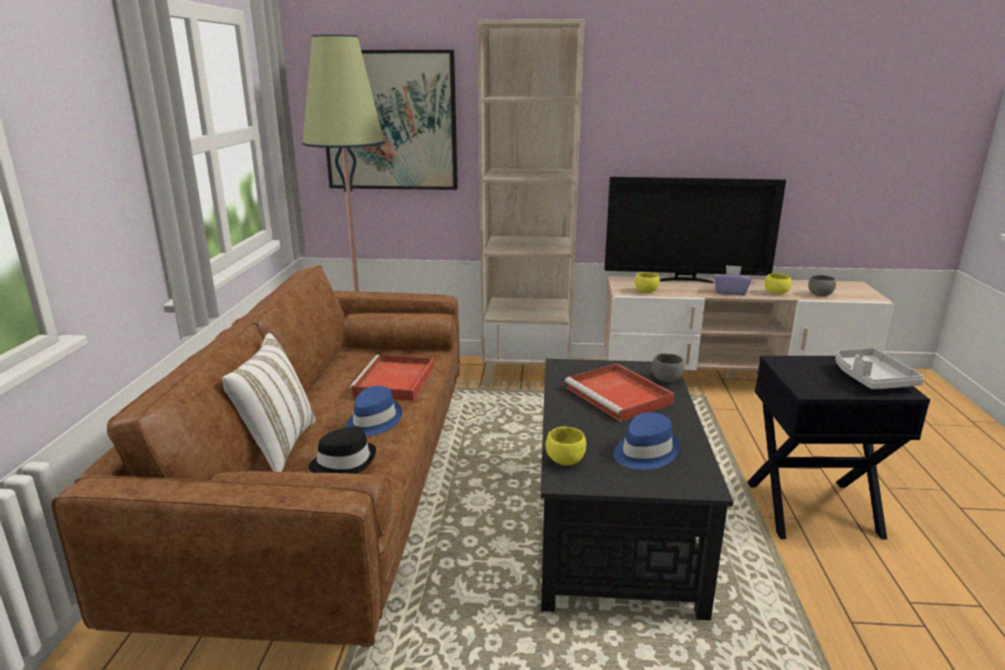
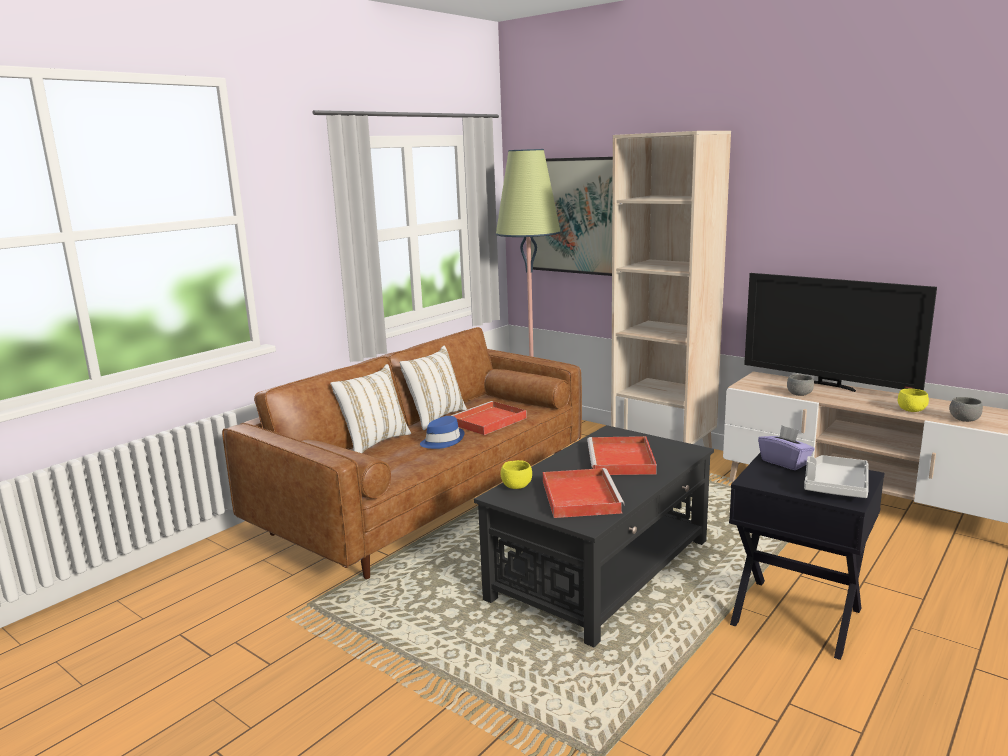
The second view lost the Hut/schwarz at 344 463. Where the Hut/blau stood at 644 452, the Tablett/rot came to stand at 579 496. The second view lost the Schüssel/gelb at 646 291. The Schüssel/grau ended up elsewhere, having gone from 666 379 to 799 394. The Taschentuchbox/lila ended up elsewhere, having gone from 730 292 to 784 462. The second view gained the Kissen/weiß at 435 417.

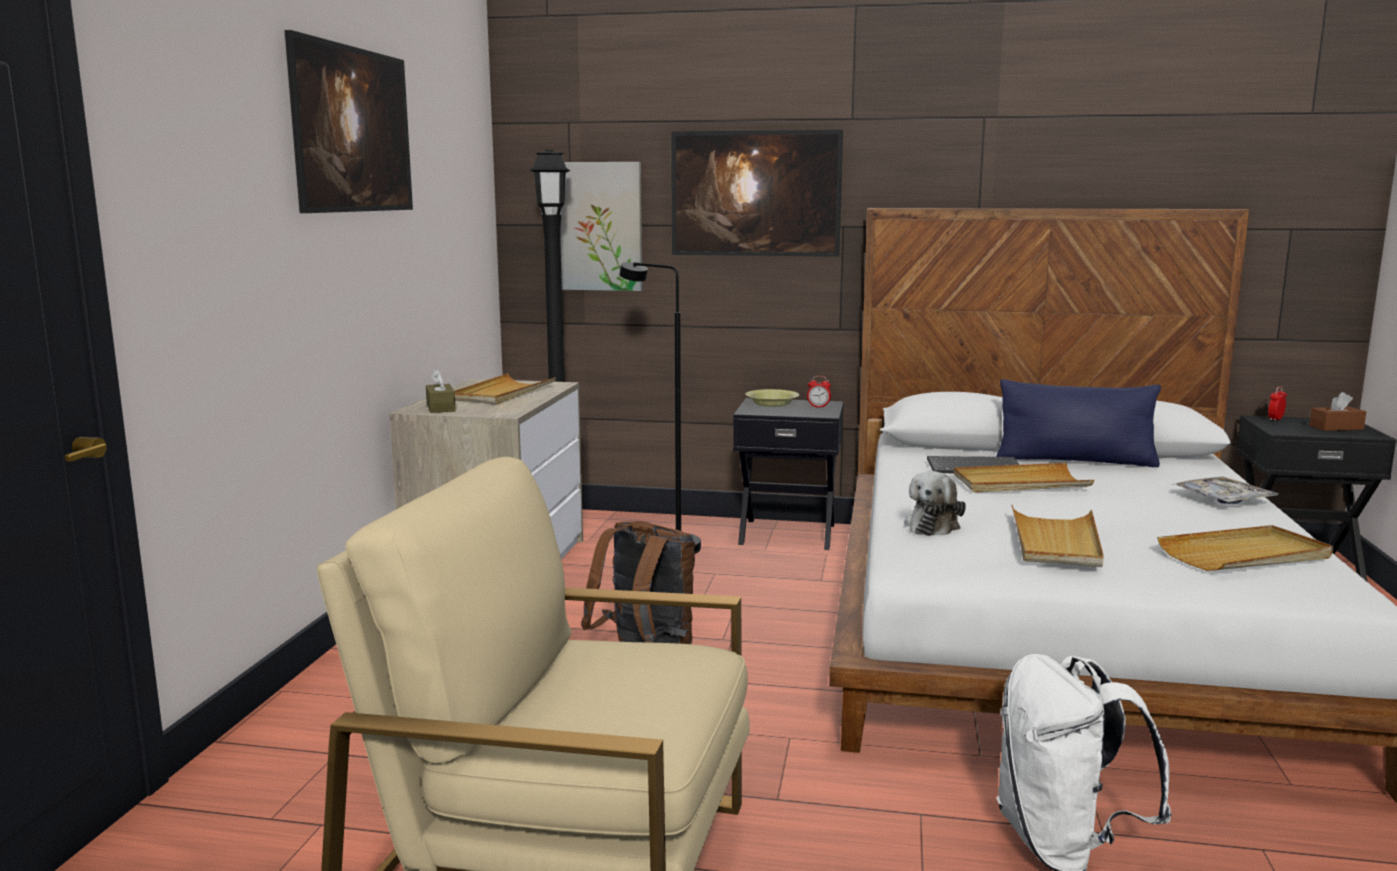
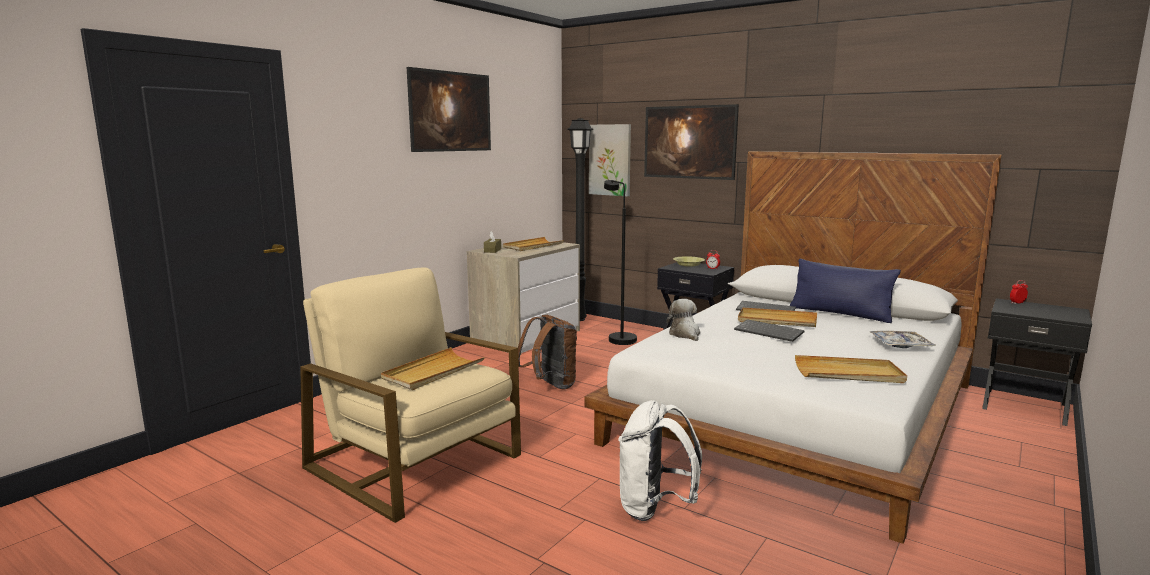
The Plüschtier at 933 526 ended up facing another way, 120 degrees clockwise from before. The Tablett/beige ended up elsewhere, having gone from 1056 541 to 433 372. The second view lost the Taschentuchbox/braun at 1336 427. The second view gained the Tastatur at 770 332.

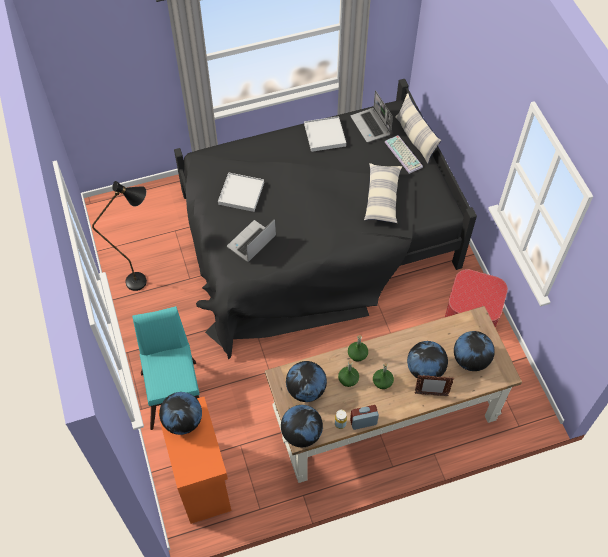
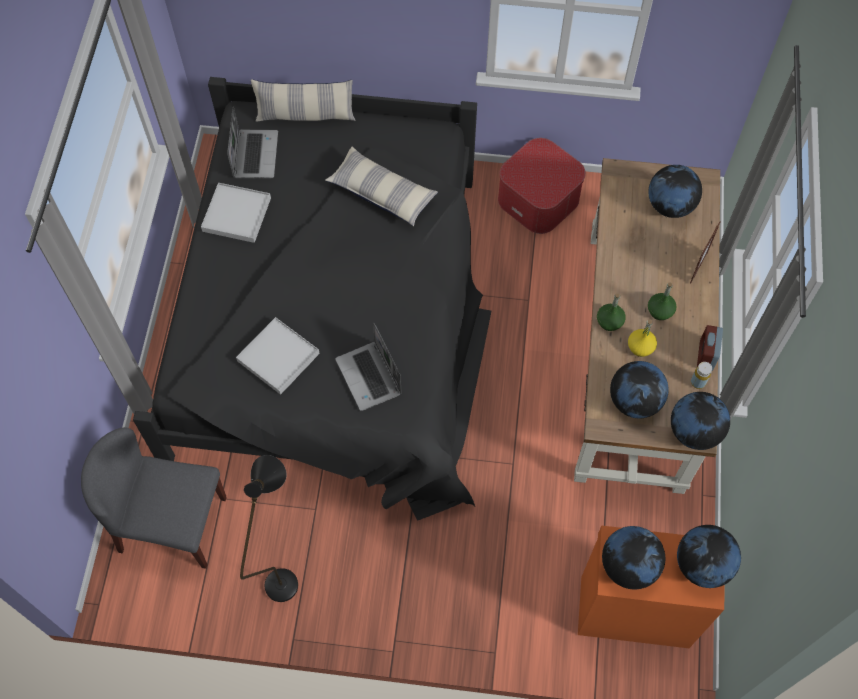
The second view lost the Stuhl/türkis at 174 389. What was the Flasche/grün at 348 379 turned into the Flasche/gelb at 640 347. The Laptop at 371 126 ended up facing another way, 90 degrees counterclockwise from before. The second view lost the Tastatur at 404 154. The Globus ended up elsewhere, having gone from 425 369 to 702 565. The second view gained the Stuhl/grau at 172 524.

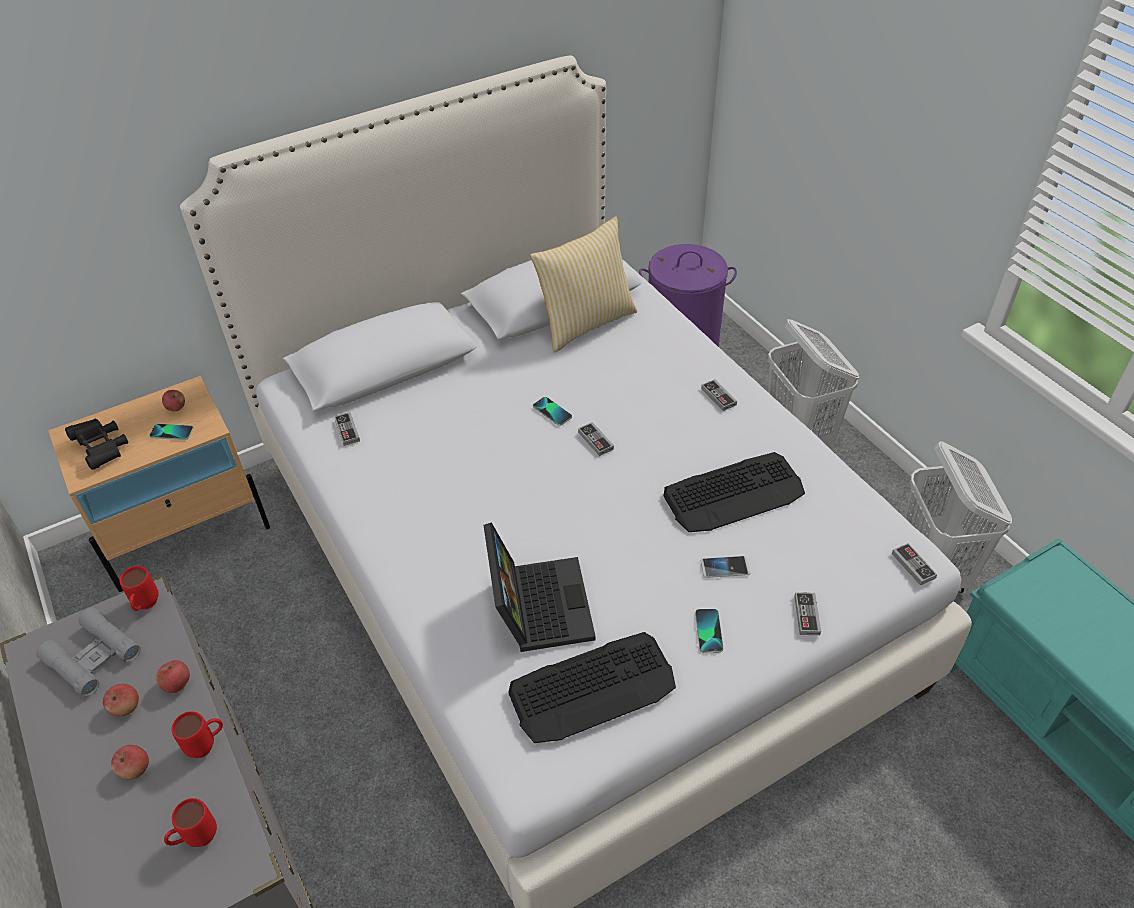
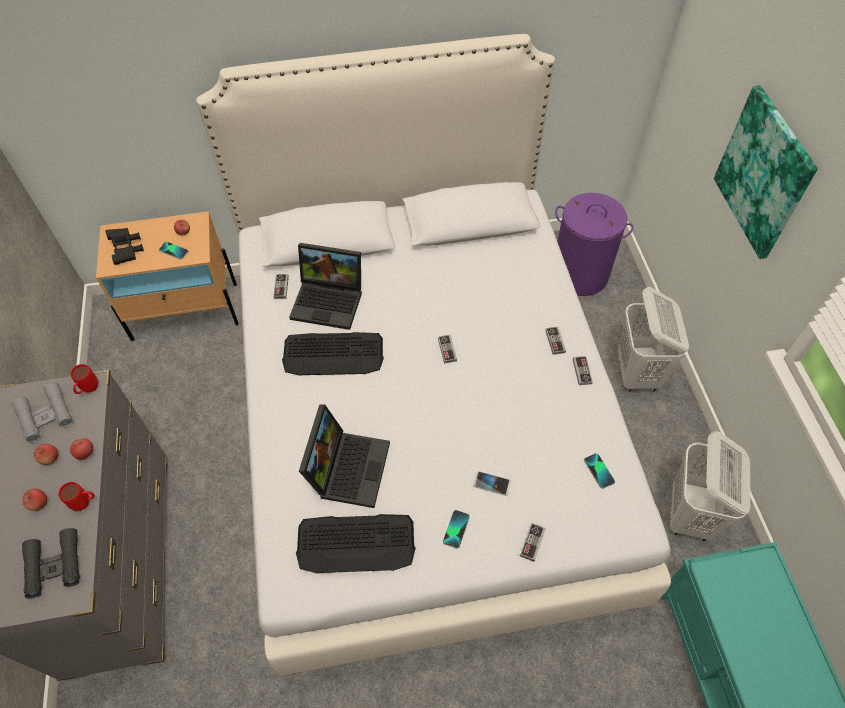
Where the Henkelbecher/rot stood at 196 839, the Fernglas/schwarz came to stand at 54 565. The second view lost the Kissen at 585 323. The Handy ended up elsewhere, having gone from 552 412 to 599 471. The Tastatur ended up elsewhere, having gone from 734 493 to 333 354. The Gamepad ended up elsewhere, having gone from 913 565 to 582 371. The second view gained the Laptop at 330 300. The second view gained the Bild at 764 173.

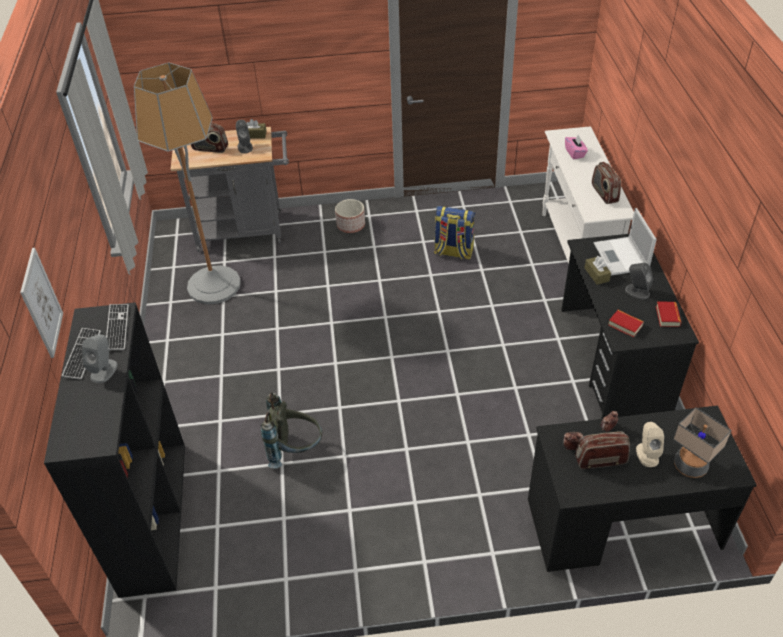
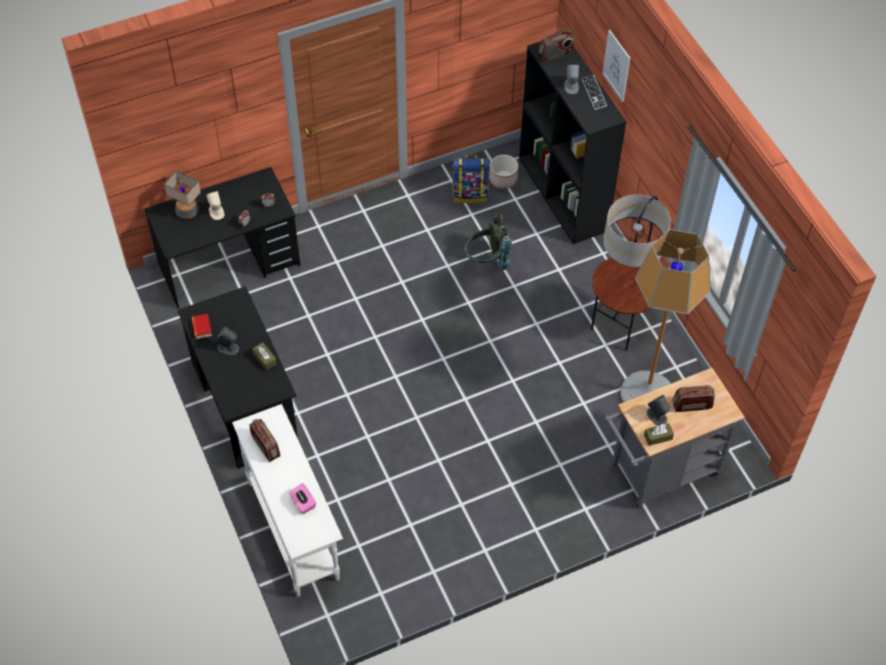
The second view lost the Tastatur at 117 328. The Pflanzkübel ended up elsewhere, having gone from 350 225 to 503 179. The Rucksack ended up elsewhere, having gone from 453 252 to 470 194. The Radio ended up elsewhere, having gone from 600 460 to 556 54. The second view lost the Laptop at 621 257. The second view lost the Buch at 625 325. The second view gained the Stehlampe at 620 325.

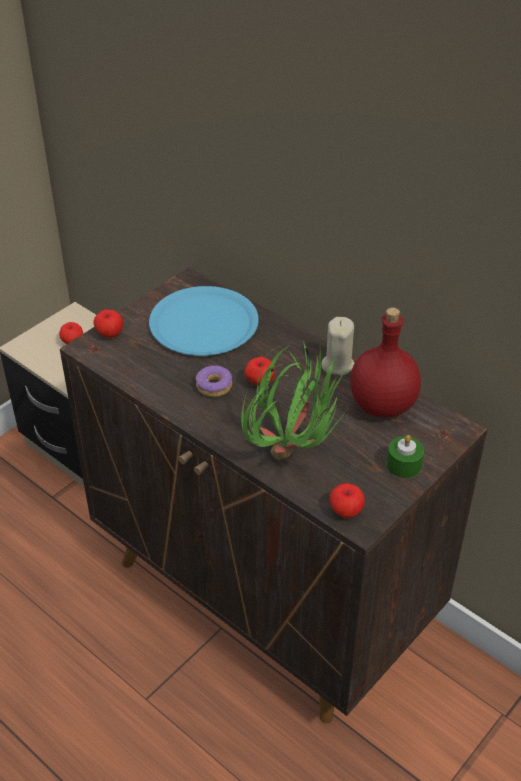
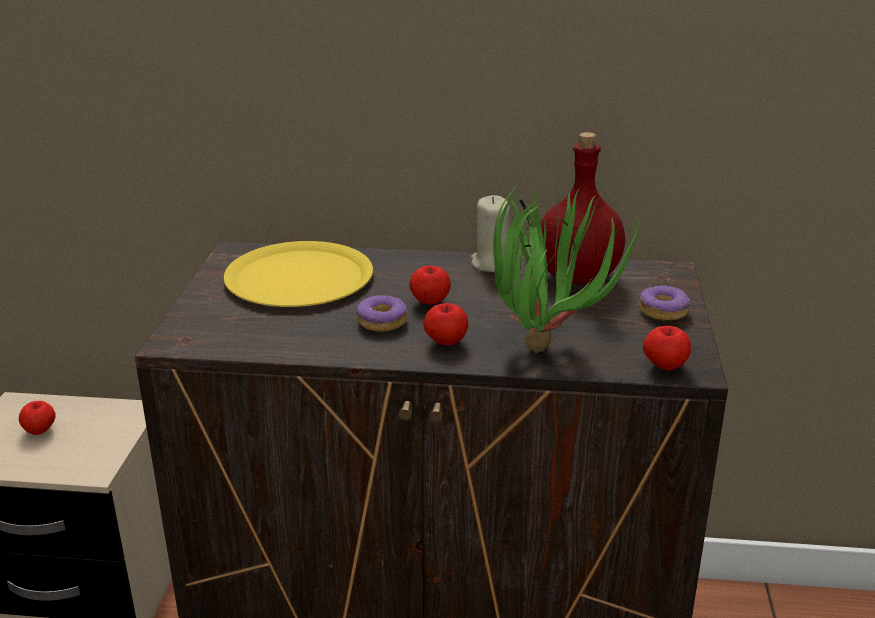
The Apfel ended up elsewhere, having gone from 109 334 to 446 342. What was the Teller/blau at 204 323 turned into the Teller/gelb at 299 277. Where the Kerze/grün stood at 404 465, the Donut came to stand at 663 311.

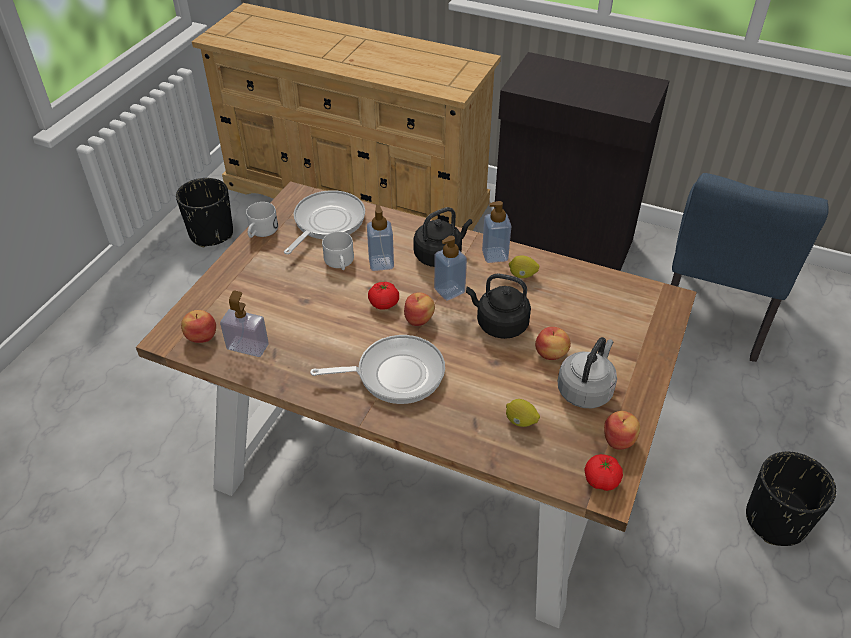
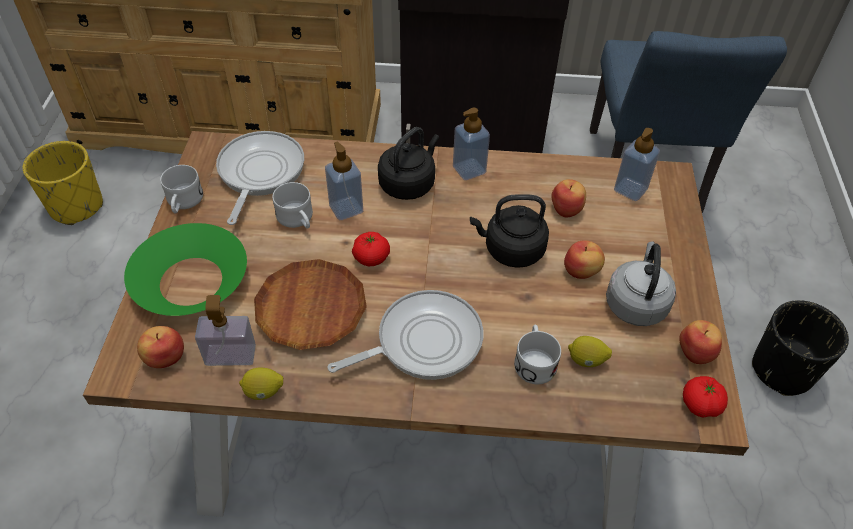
What was the Pflanzkübel/schwarz at 211 234 turned into the Pflanzkübel/gelb at 76 206. The Apfel ended up elsewhere, having gone from 419 319 to 567 209. The Seifenspender ended up elsewhere, having gone from 449 290 to 630 189. The Zitrone ended up elsewhere, having gone from 522 275 to 263 392. The second view gained the Schüssel/grün at 191 280. The second view gained the Teller/braun at 311 308. The second view gained the Henkelbecher/weiß at 534 361.

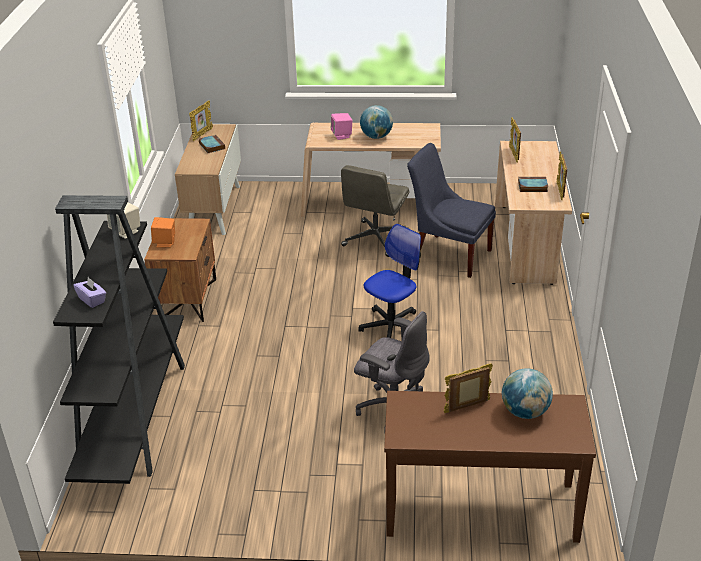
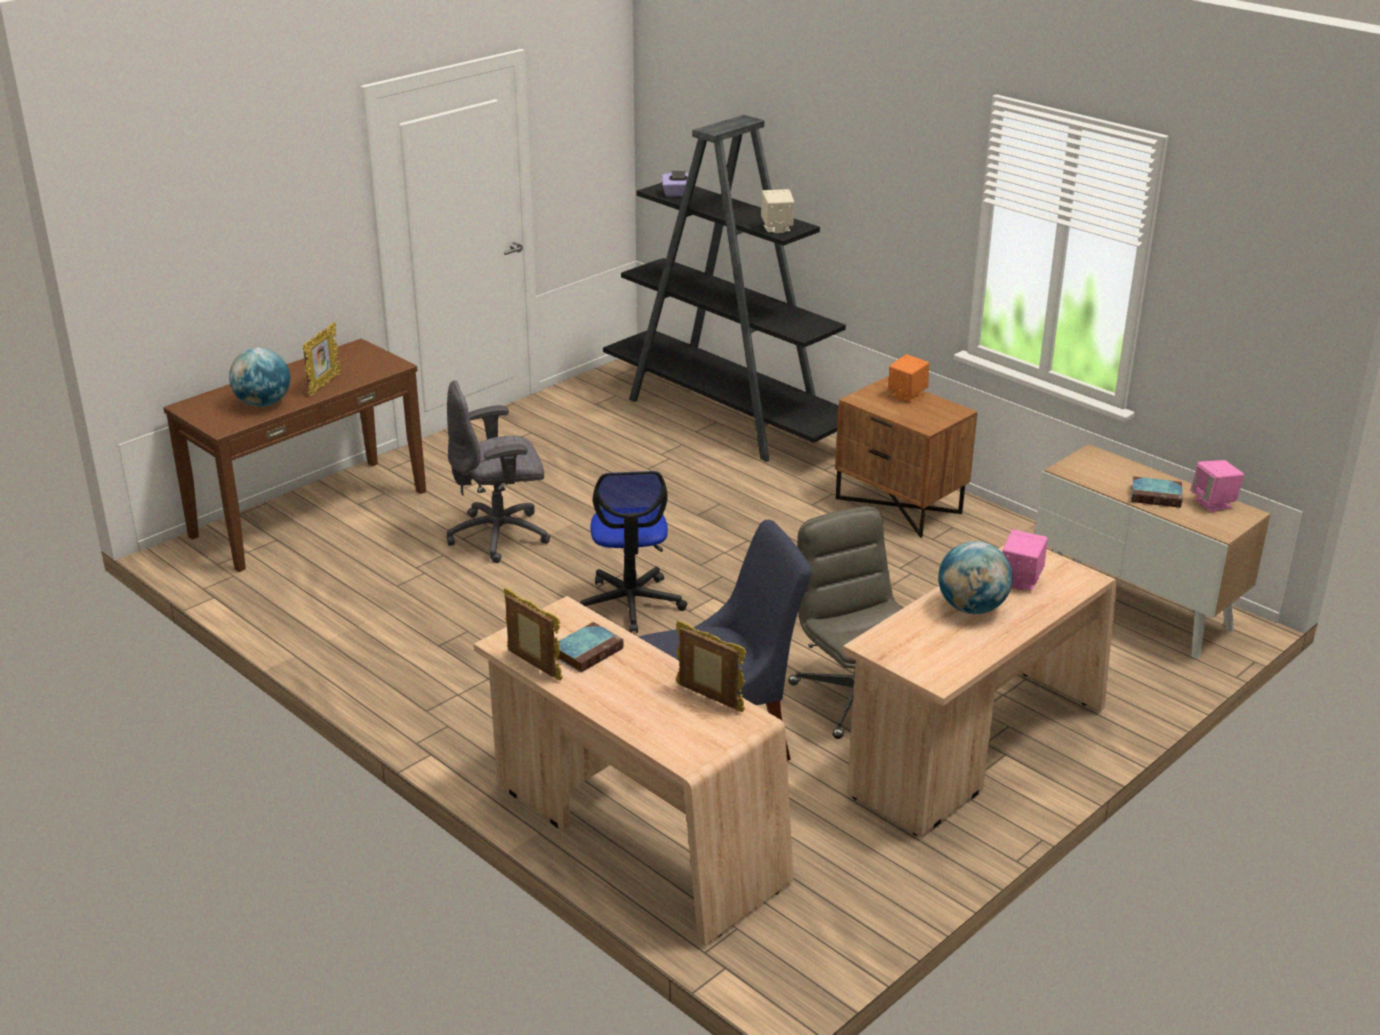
Where the Bilderrahmen stood at 202 135, the Lautsprecher/rosa came to stand at 1213 503.

